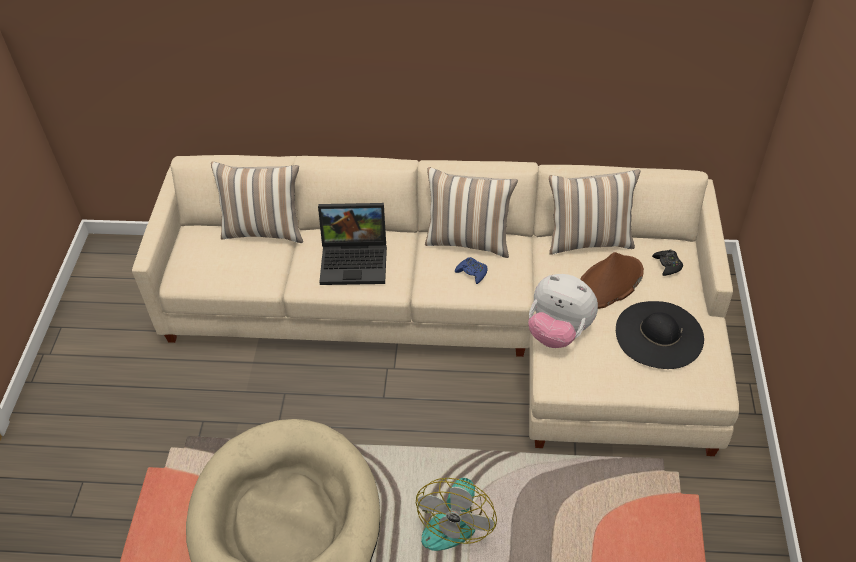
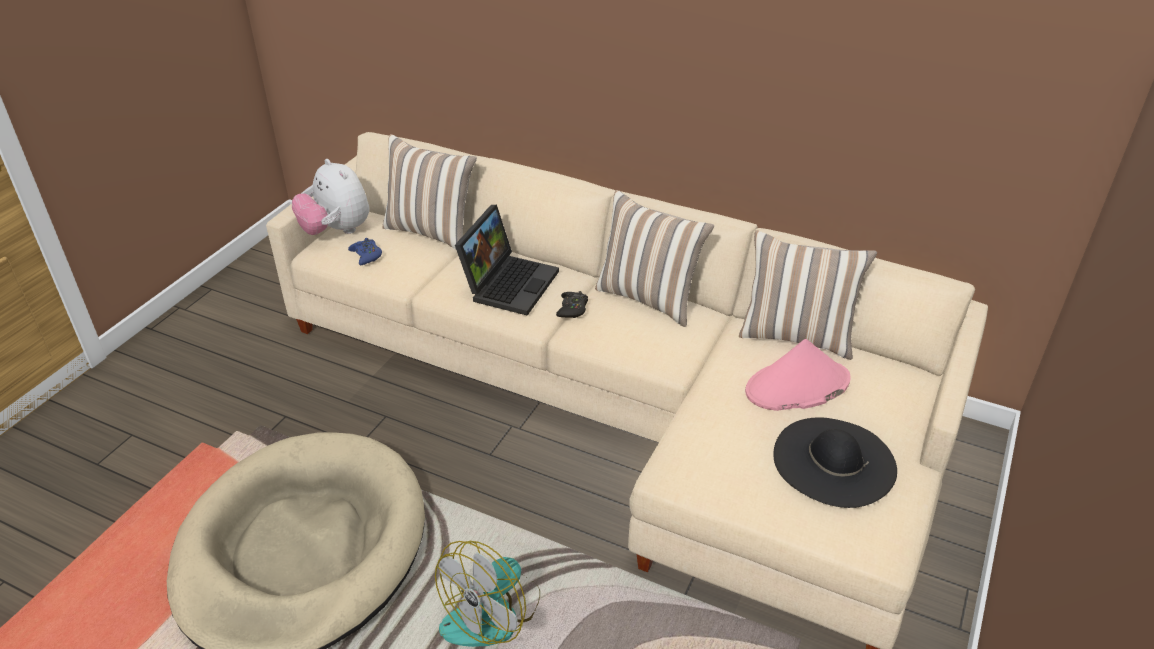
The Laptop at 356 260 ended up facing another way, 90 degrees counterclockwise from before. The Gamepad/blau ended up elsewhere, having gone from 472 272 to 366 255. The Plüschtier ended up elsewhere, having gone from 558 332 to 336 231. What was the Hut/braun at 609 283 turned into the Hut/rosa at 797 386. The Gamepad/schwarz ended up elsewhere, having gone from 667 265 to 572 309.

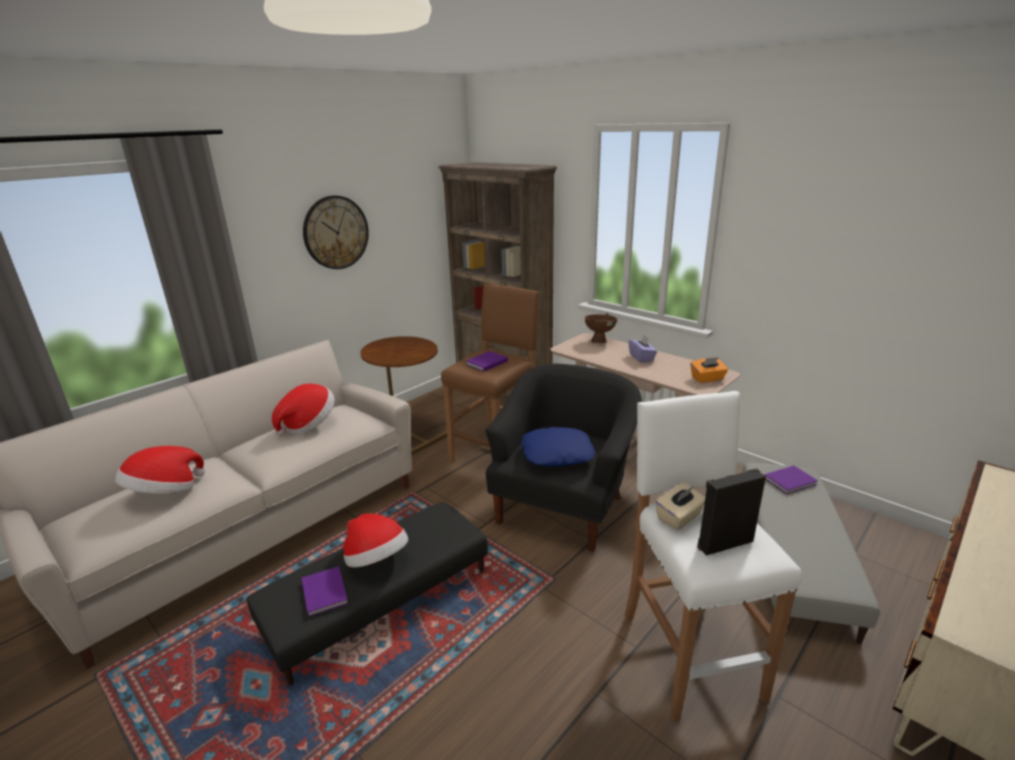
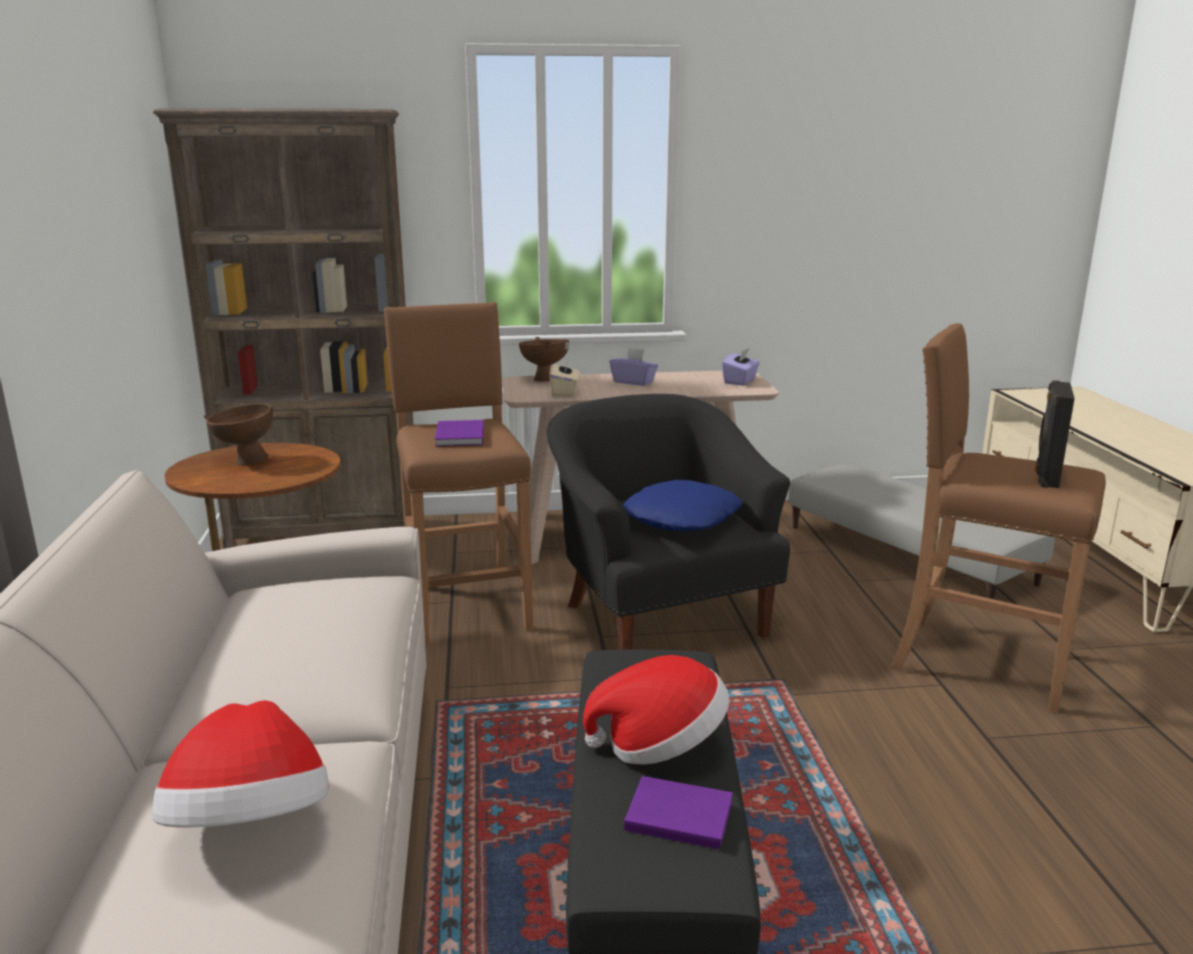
The second view lost the Hut at 308 424. The second view lost the Wanduhr at 336 232. What was the Hocker/weiß at 689 653 turned into the Hocker/braun at 978 662. The Taschentuchbox/beige ended up elsewhere, having gone from 679 517 to 565 392. What was the Taschentuchbox/orange at 707 379 turned into the Taschentuchbox/lila at 740 381. The second view lost the Buch/lila at 791 481. The second view gained the Schüssel/braun at 244 461.

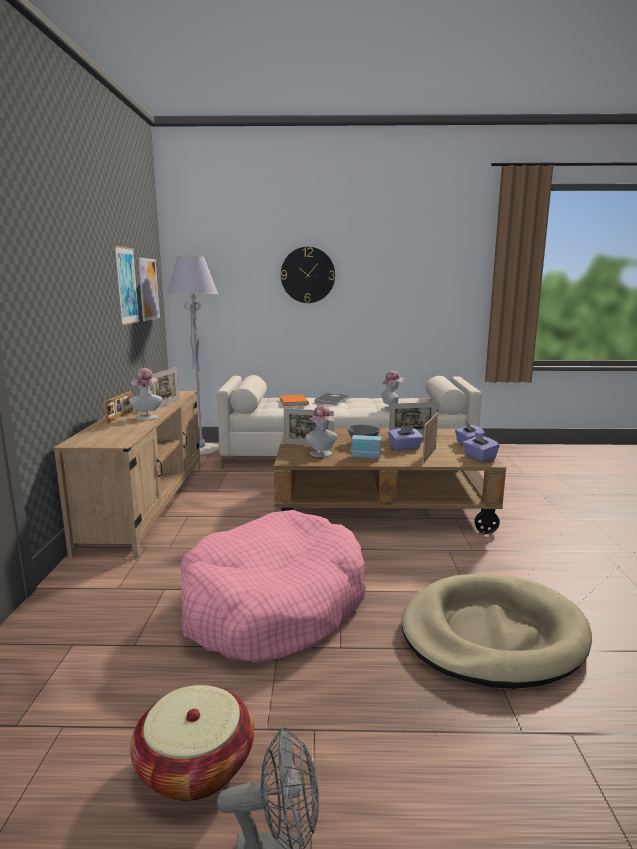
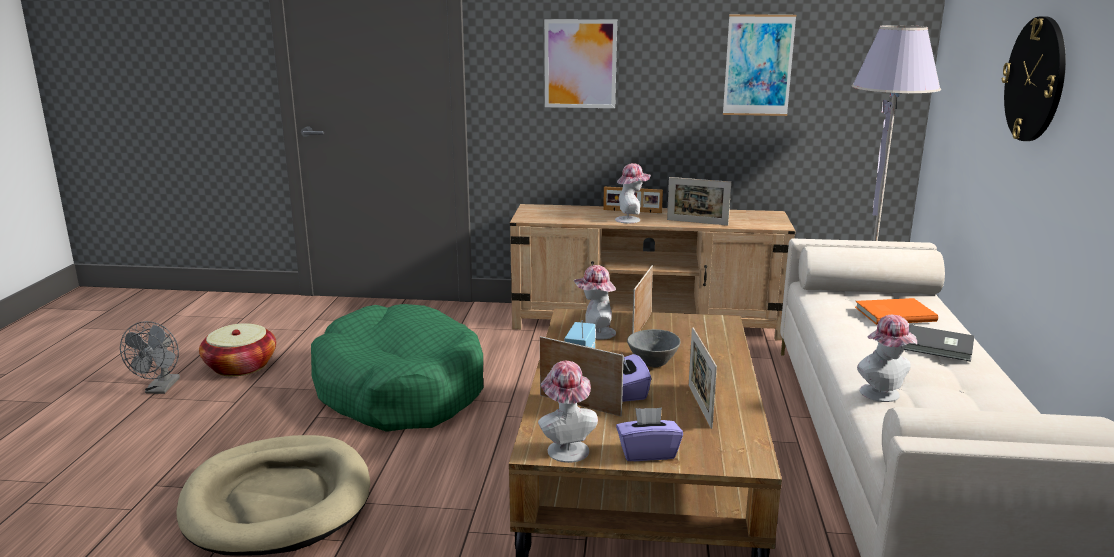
The Bild ended up elsewhere, having gone from 148 289 to 580 64. What was the Hundebett/rosa at 274 605 turned into the Hundebett/grün at 399 389. Where the Taschentuchbox/lila stood at 479 457, the Hut came to stand at 565 448.

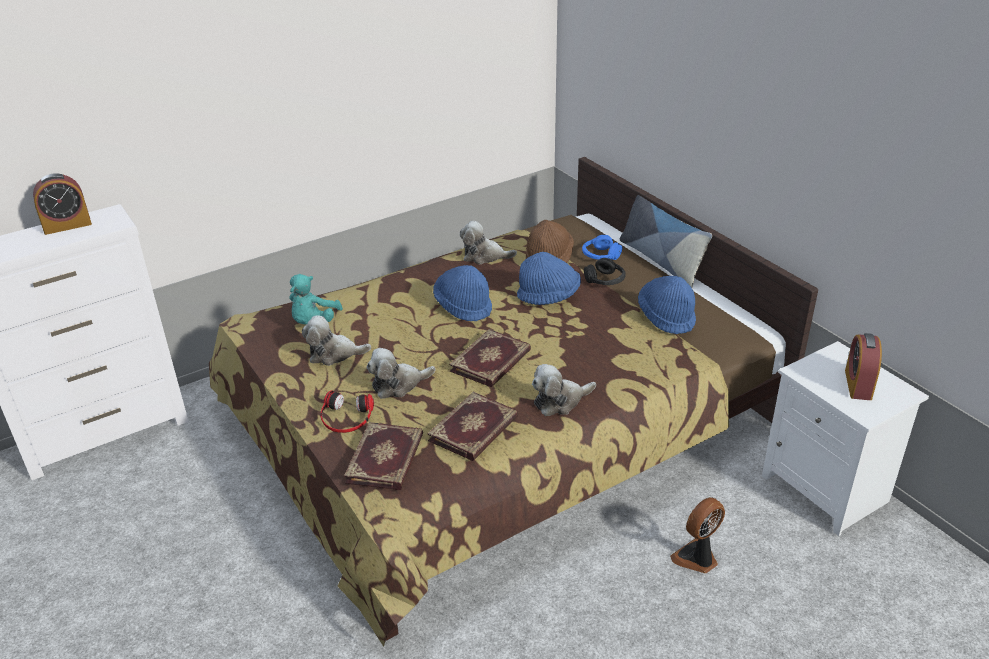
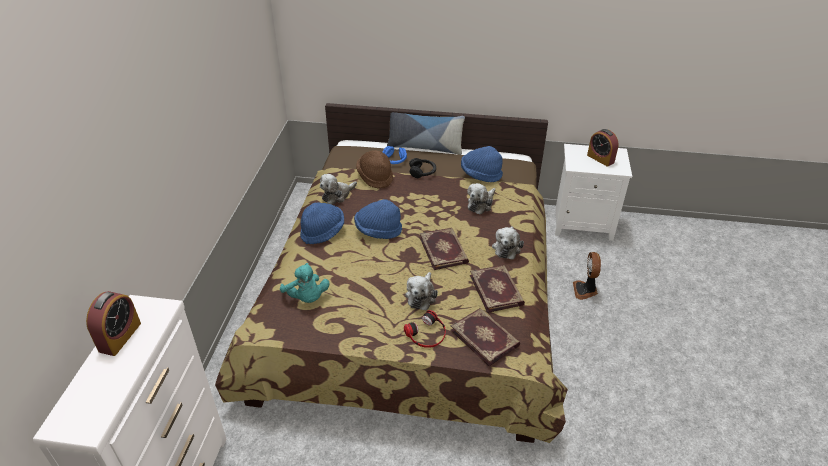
The Plüschtier ended up elsewhere, having gone from 334 354 to 481 204. The Hut/blau ended up elsewhere, having gone from 549 296 to 323 232.

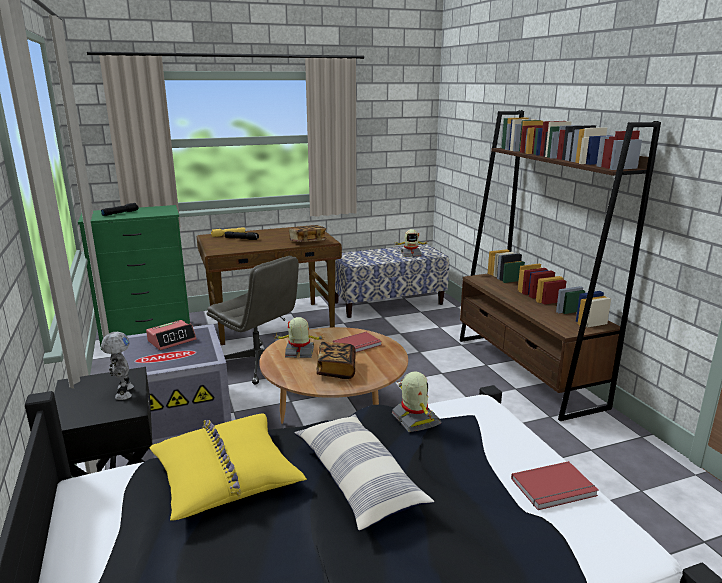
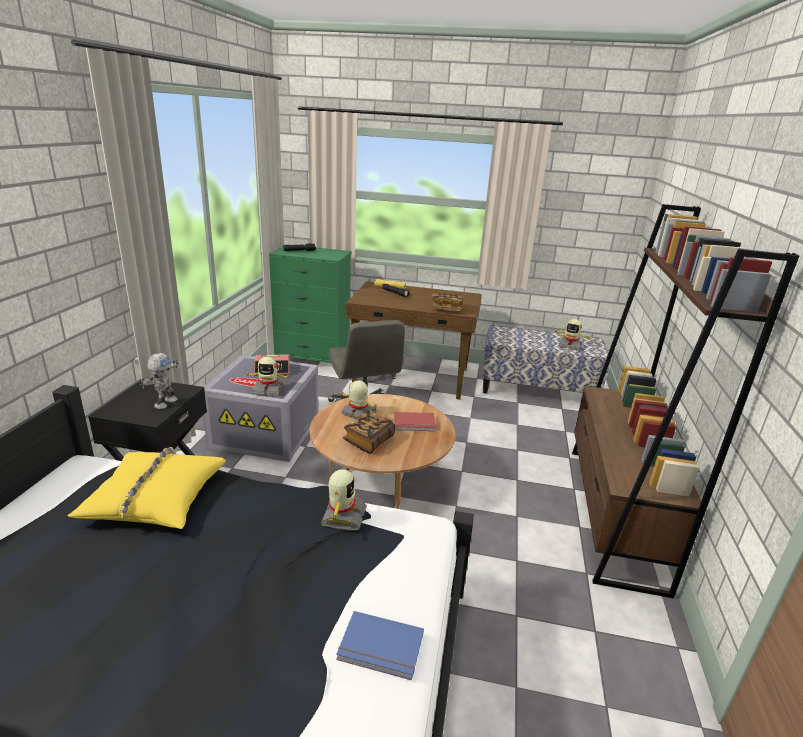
The second view lost the Kissen at 357 480. What was the Buch/rot at 555 489 turned into the Buch/blau at 380 649. The second view gained the Spielzeugroboter at 268 390.

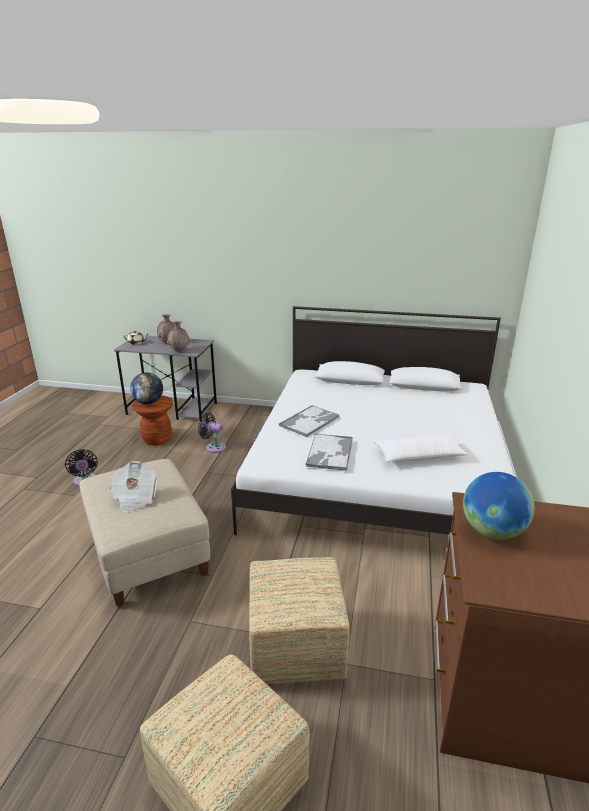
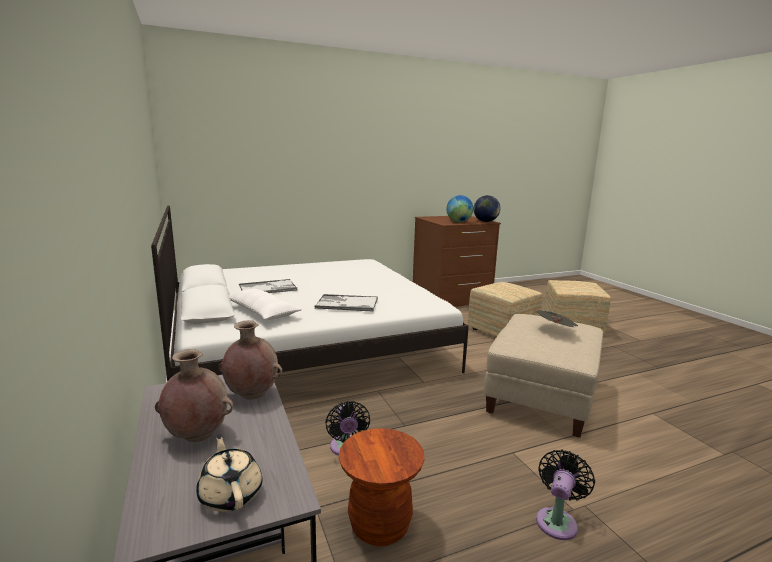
The Globus ended up elsewhere, having gone from 148 402 to 485 221. The Tablett ended up elsewhere, having gone from 329 453 to 268 288. The Kissen/weiß ended up elsewhere, having gone from 419 456 to 262 312.

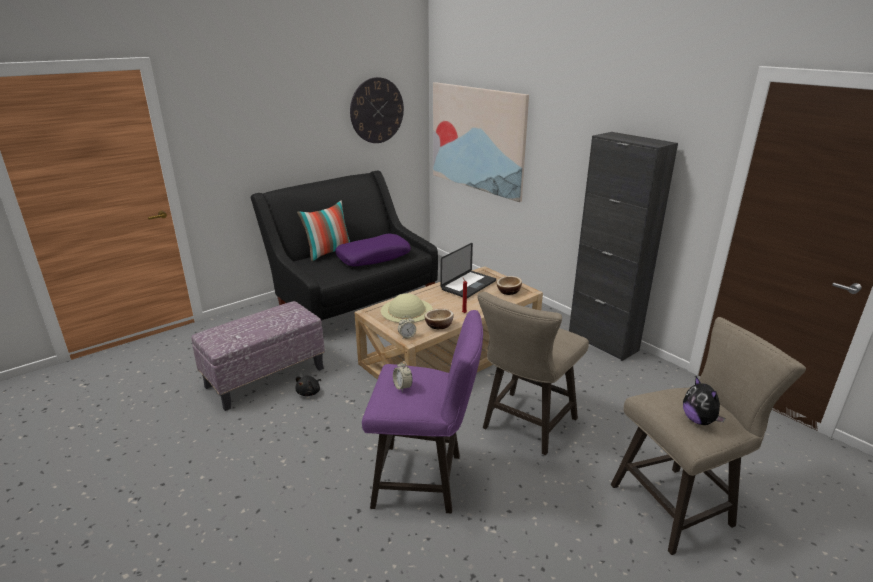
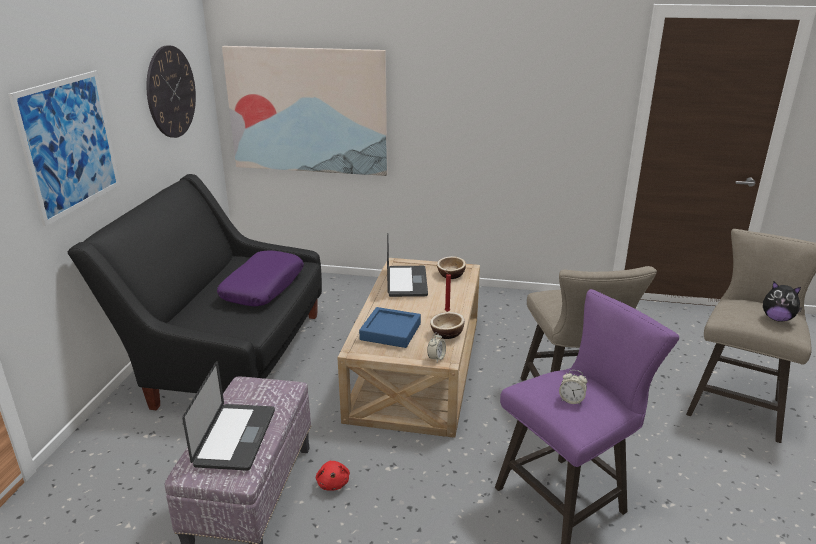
What was the Plüschtier/schwarz at 309 392 turned into the Plüschtier/rot at 333 483. The second view lost the Kissen at 329 253. Where the Hut/beige stood at 406 310, the Tablett/blau came to stand at 390 332. The second view lost the Schrank/schwarz at 603 342. The second view gained the Bild at 69 145. The second view gained the Laptop at 235 437.

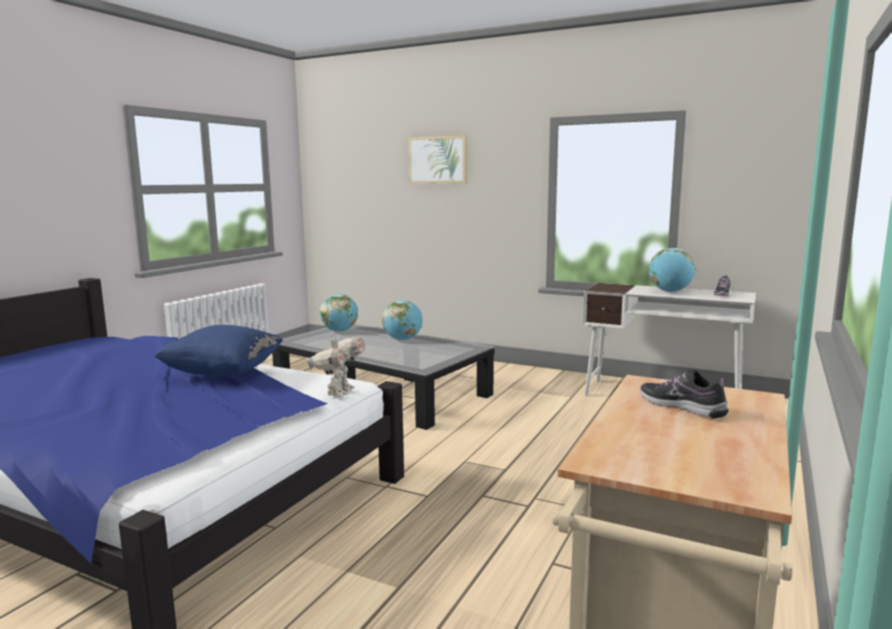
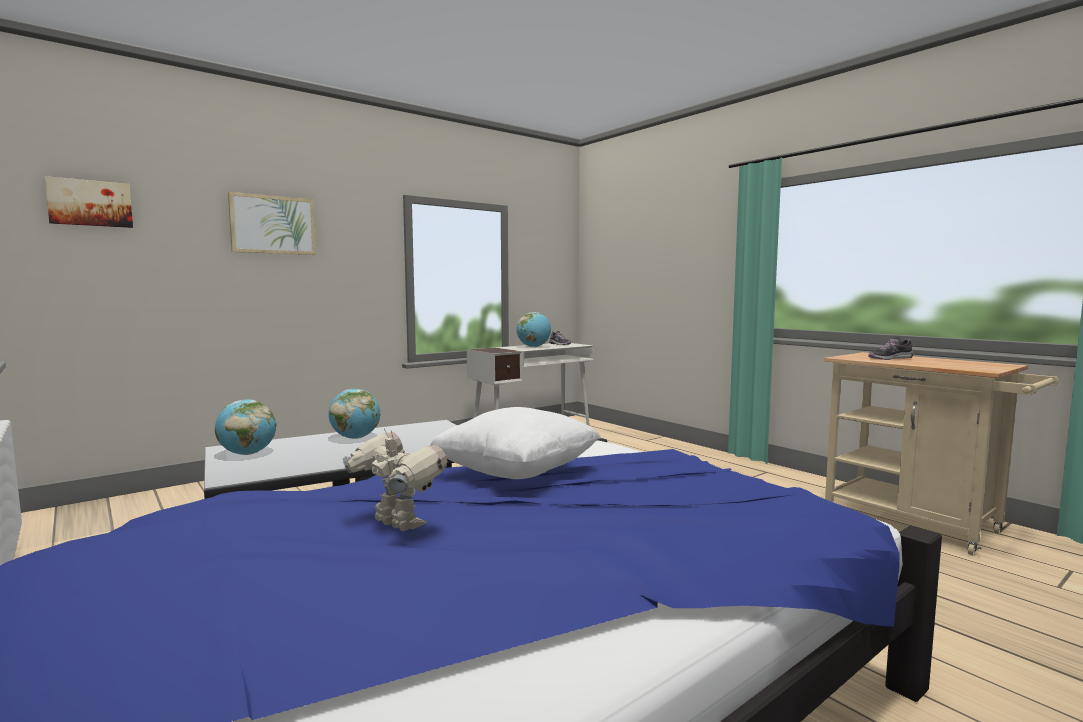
What was the Kissen/blau at 223 374 turned into the Kissen/weiß at 516 474. The Spielzeugroboter ended up elsewhere, having gone from 338 392 to 396 525. The second view gained the Bild at 90 203.

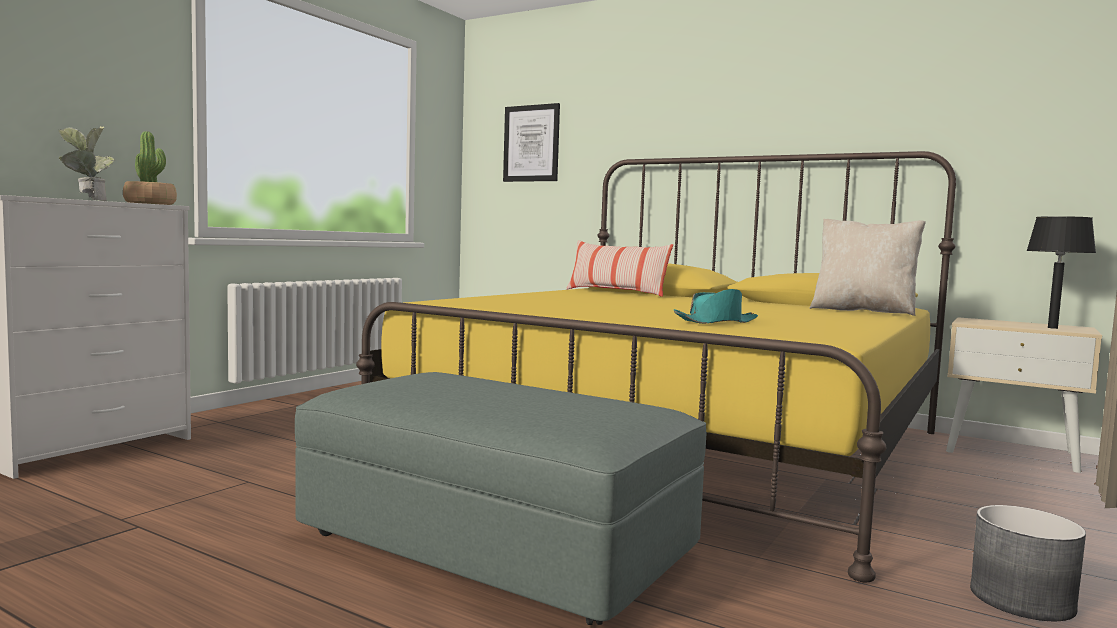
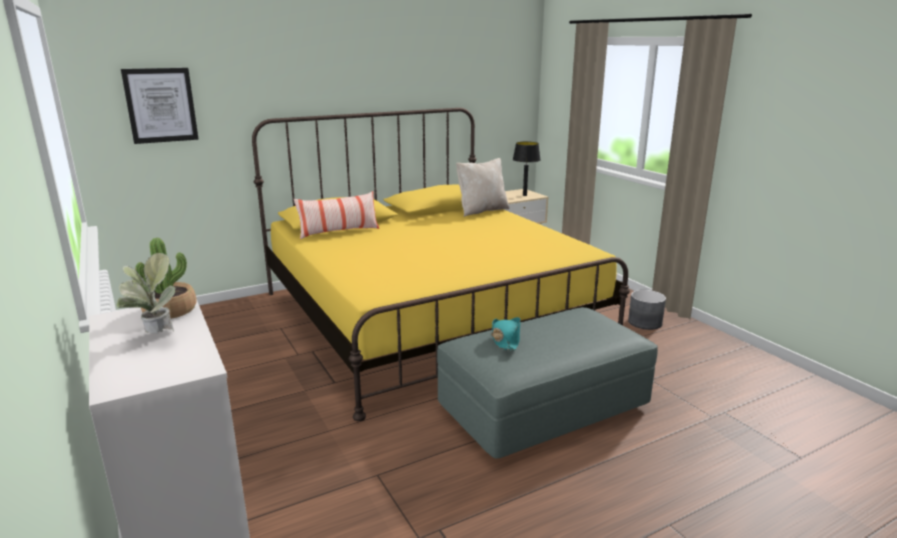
The Hut/türkis ended up elsewhere, having gone from 716 322 to 505 339.

